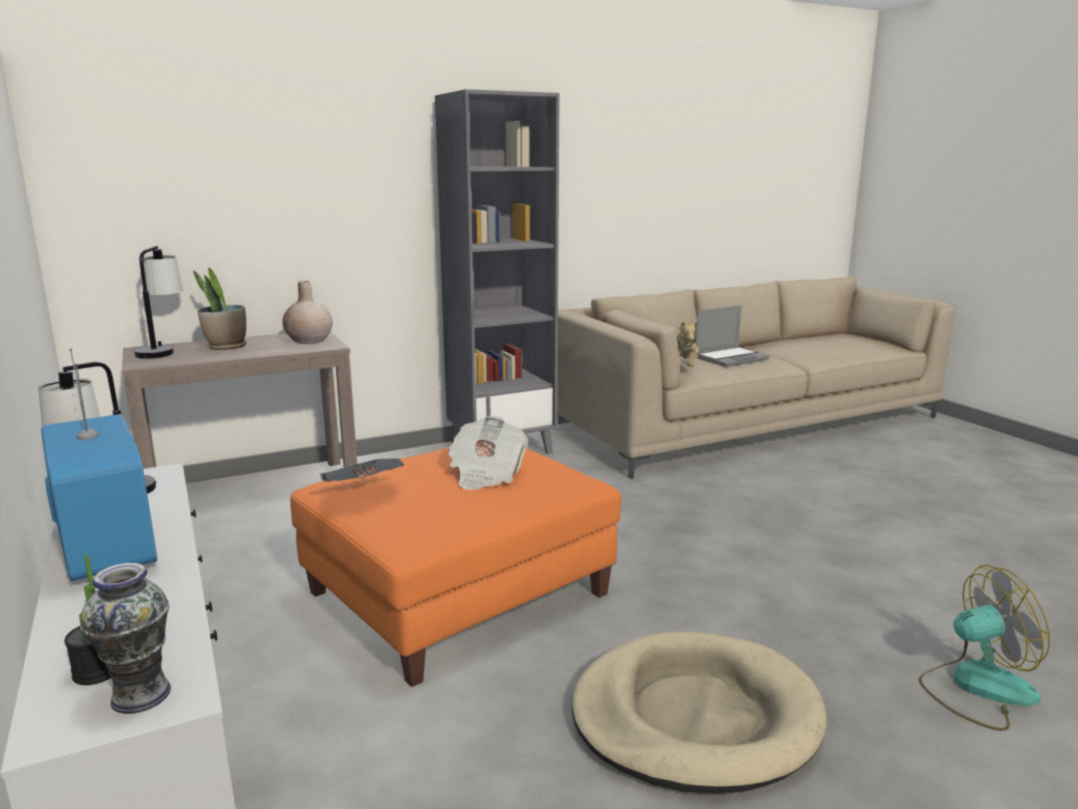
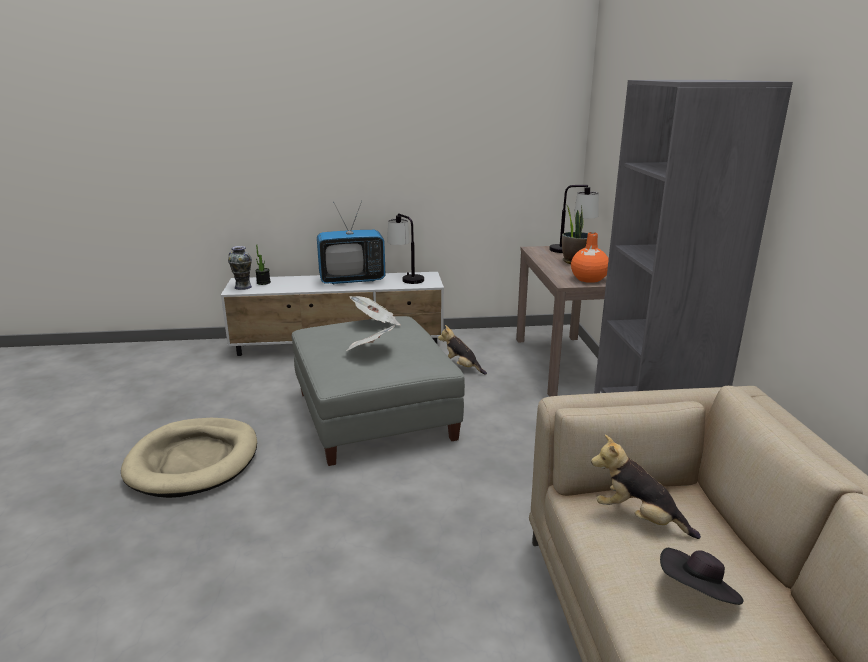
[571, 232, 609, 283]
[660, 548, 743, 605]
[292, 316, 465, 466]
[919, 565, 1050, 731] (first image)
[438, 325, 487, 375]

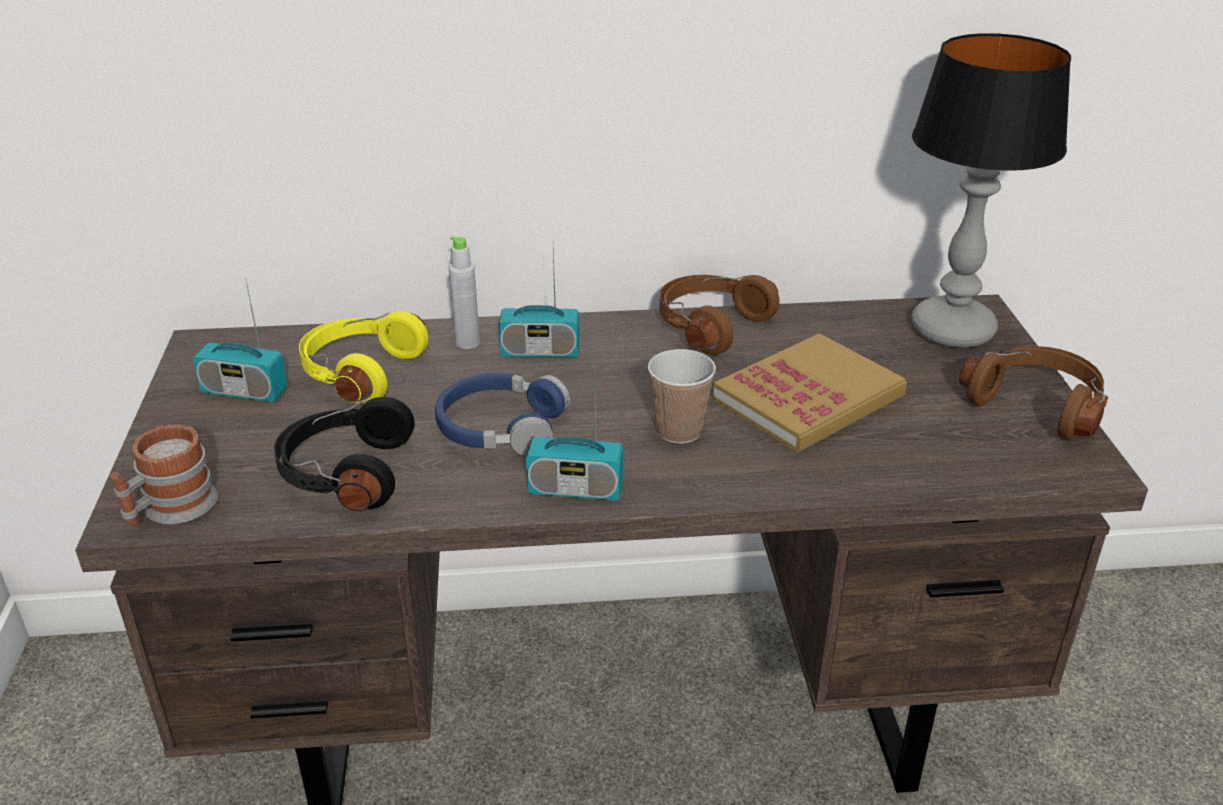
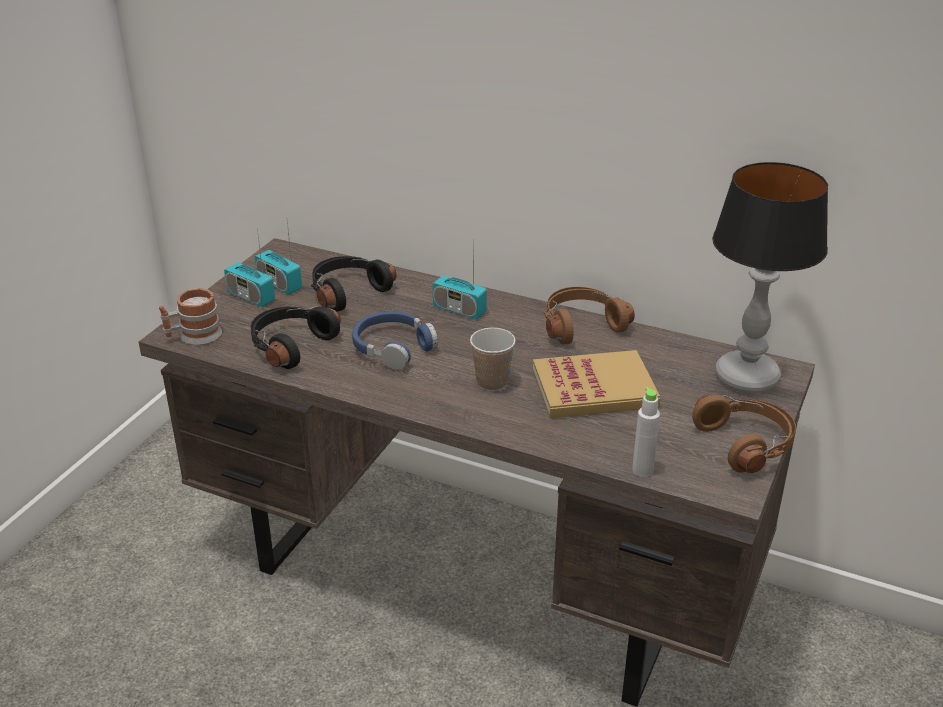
[632, 387, 660, 477]
[311, 256, 396, 312]
[224, 229, 275, 307]

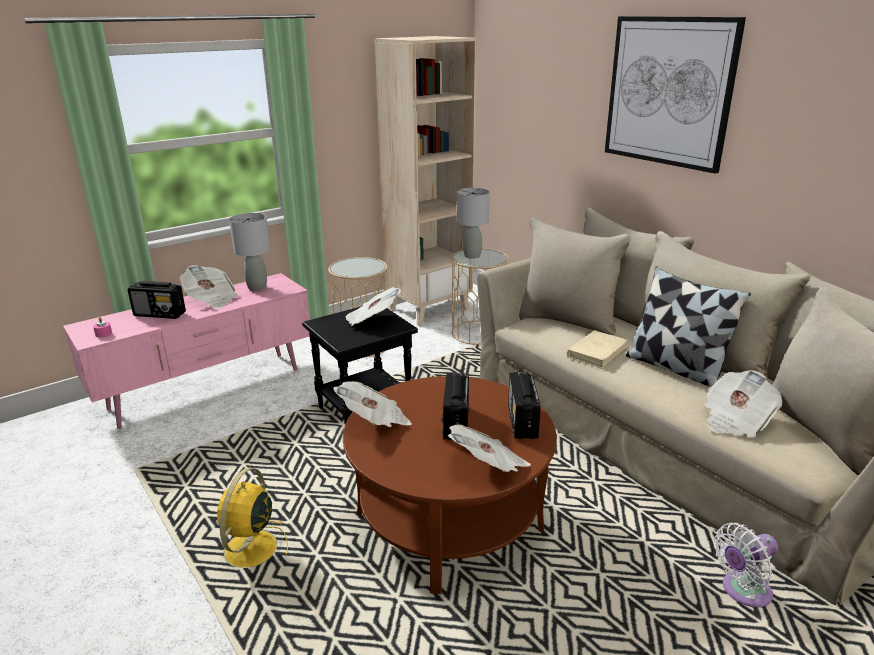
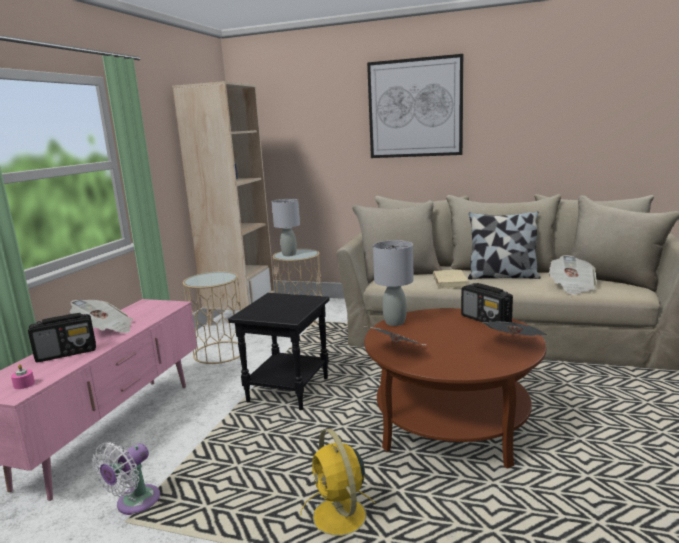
[373, 240, 414, 326]
[346, 287, 401, 326] (first image)
[441, 373, 469, 440] (first image)
[92, 442, 160, 515]

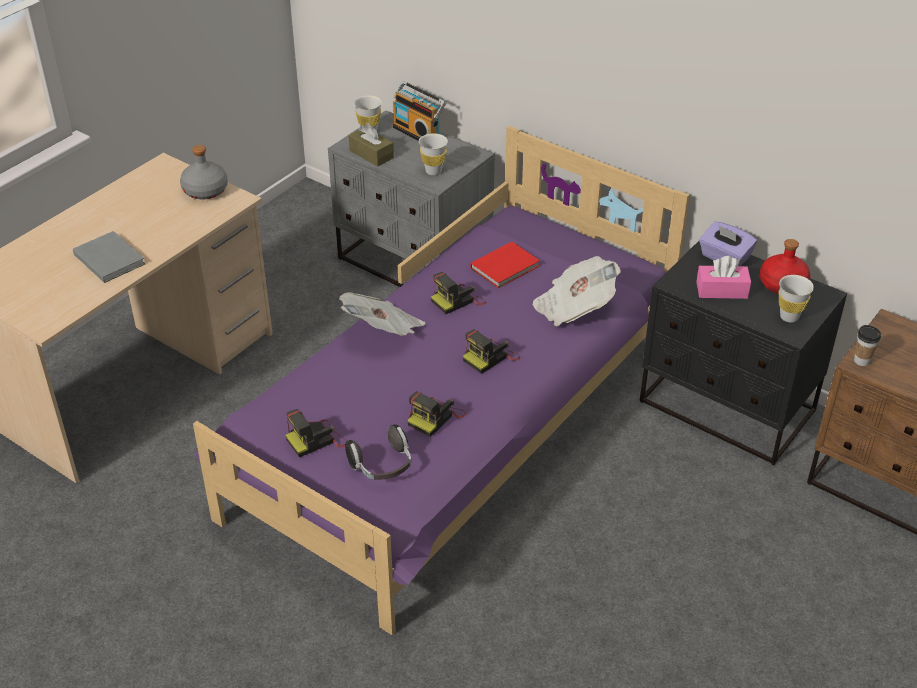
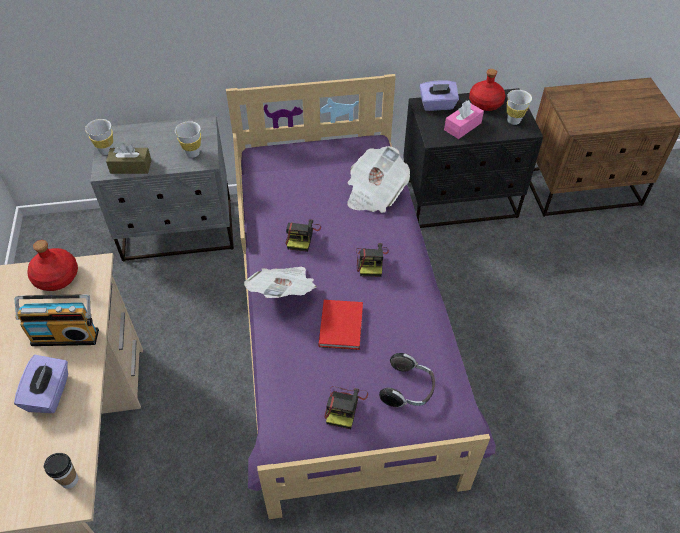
[14, 294, 99, 346]
[28, 240, 78, 291]
[14, 355, 68, 413]
[318, 300, 363, 350]
[44, 453, 78, 489]
[407, 391, 466, 437] (first image)

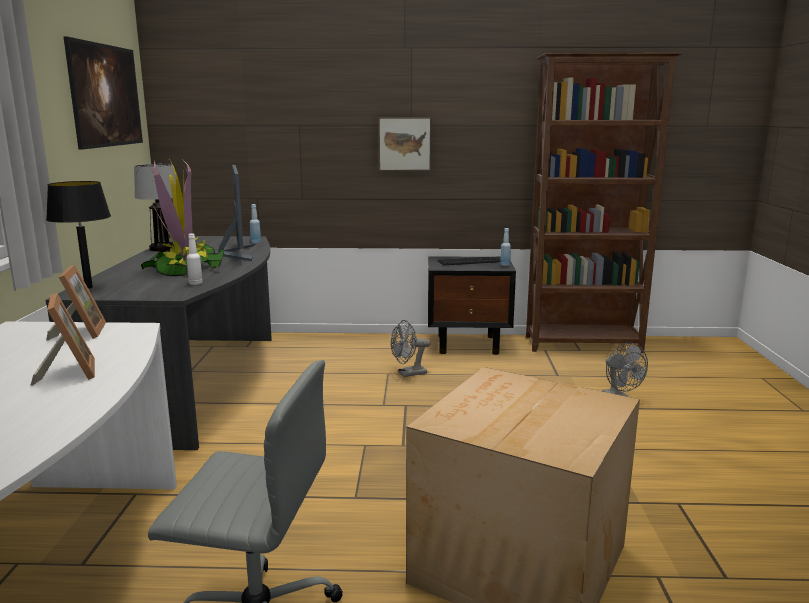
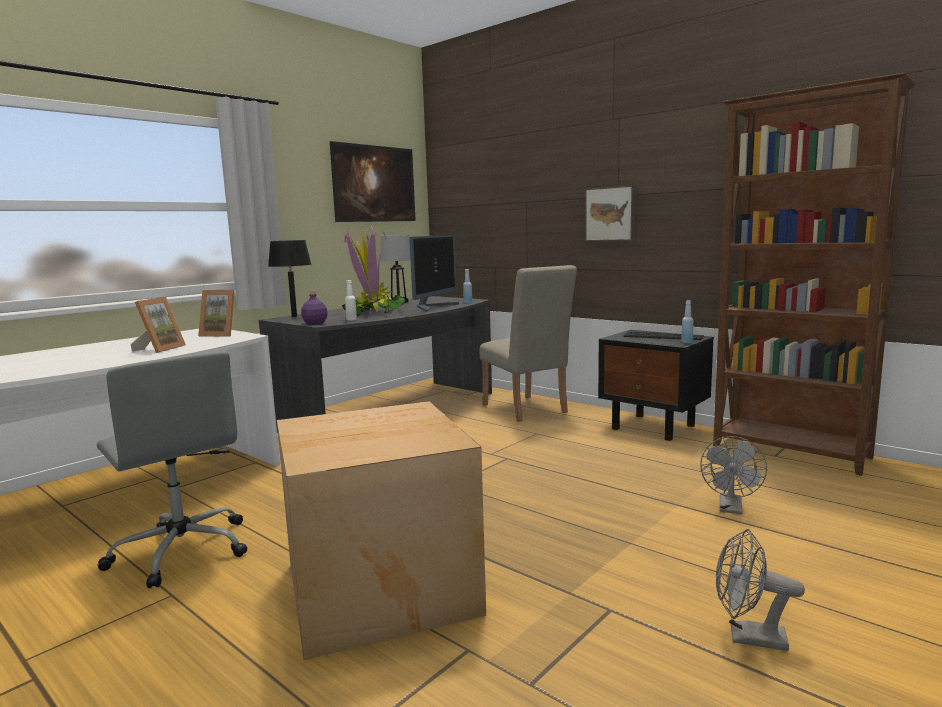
[198, 290, 235, 337]
[716, 529, 805, 651]
[480, 265, 577, 422]
[301, 291, 328, 325]

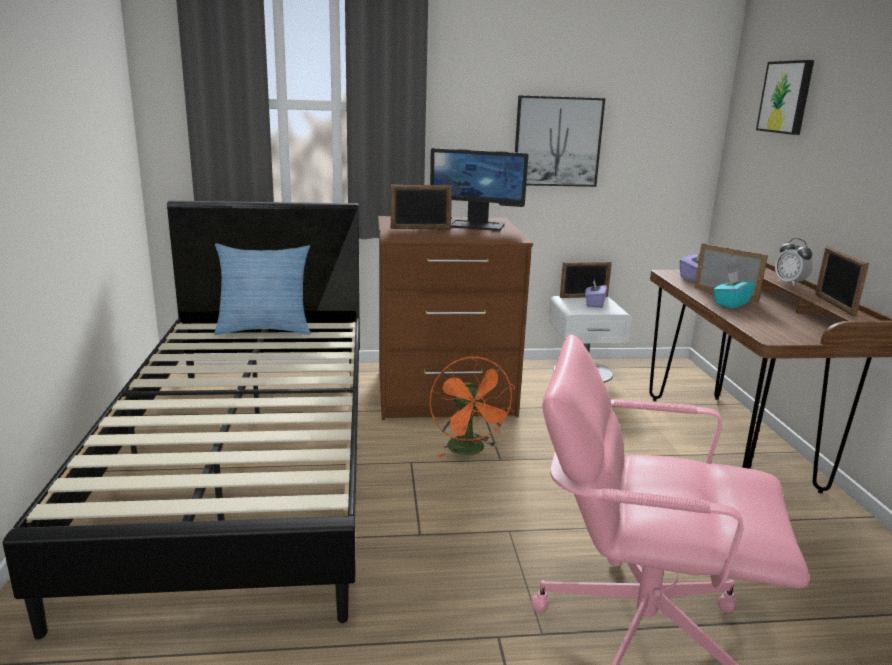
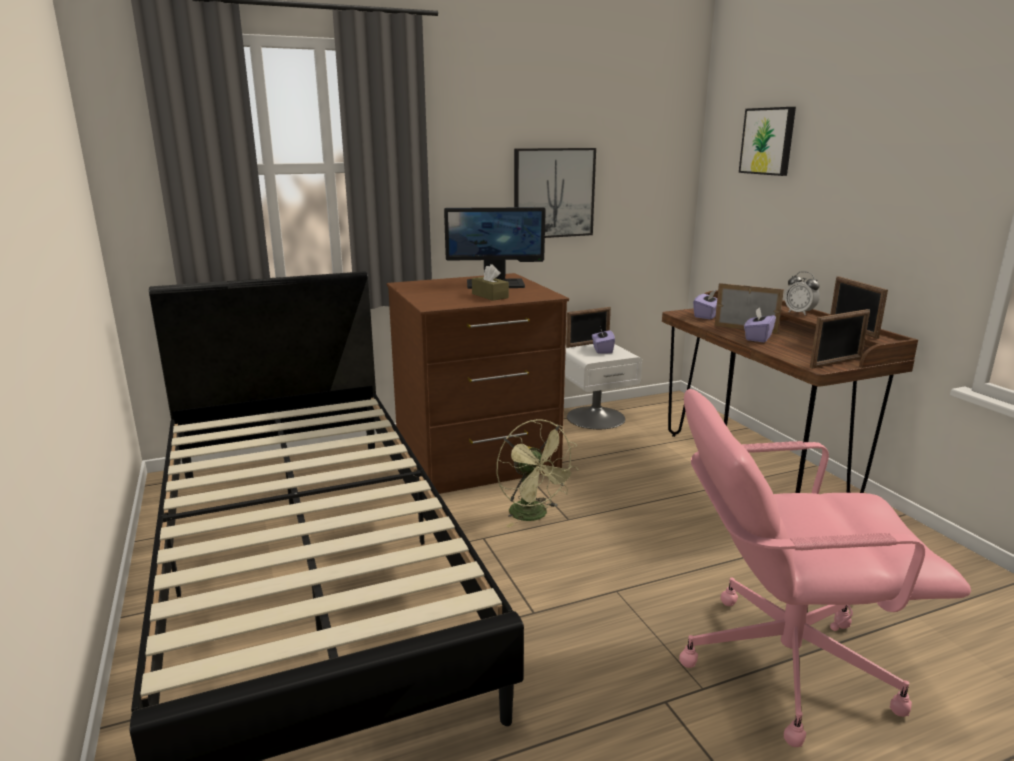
[810, 309, 870, 369]
[214, 243, 311, 335] (first image)
[744, 307, 776, 342]
[496, 419, 578, 528]
[472, 264, 509, 301]

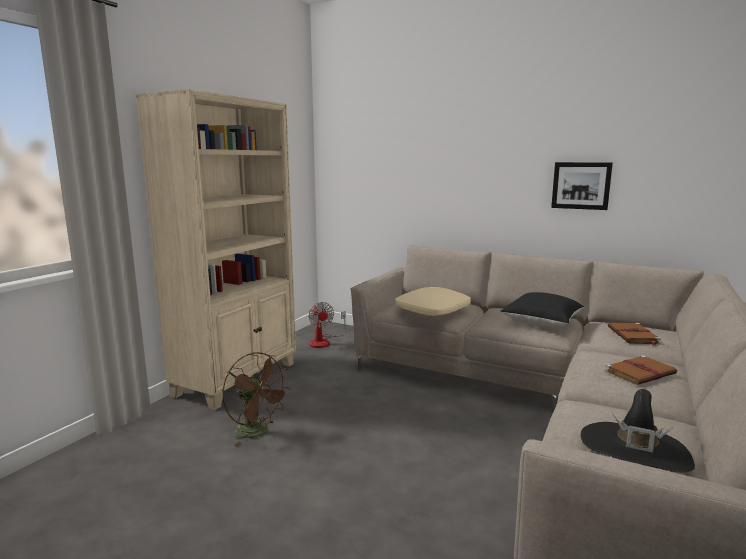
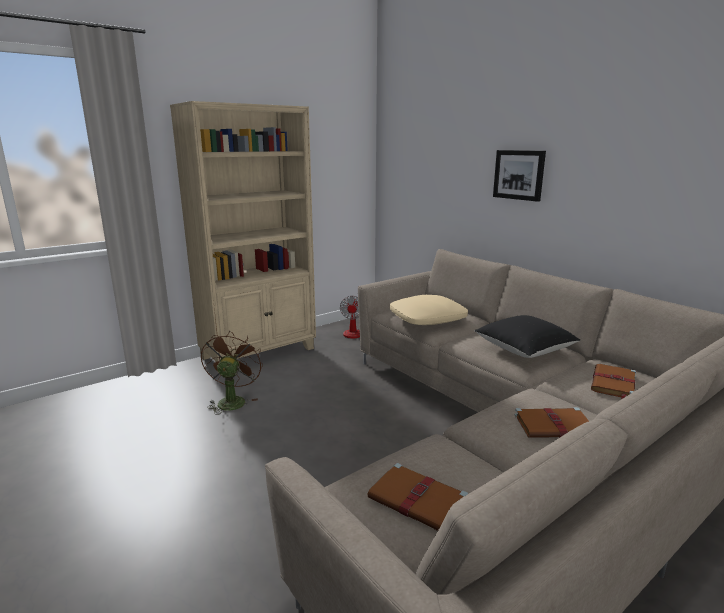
[493, 150, 546, 202]
[201, 331, 263, 415]
[367, 463, 468, 531]

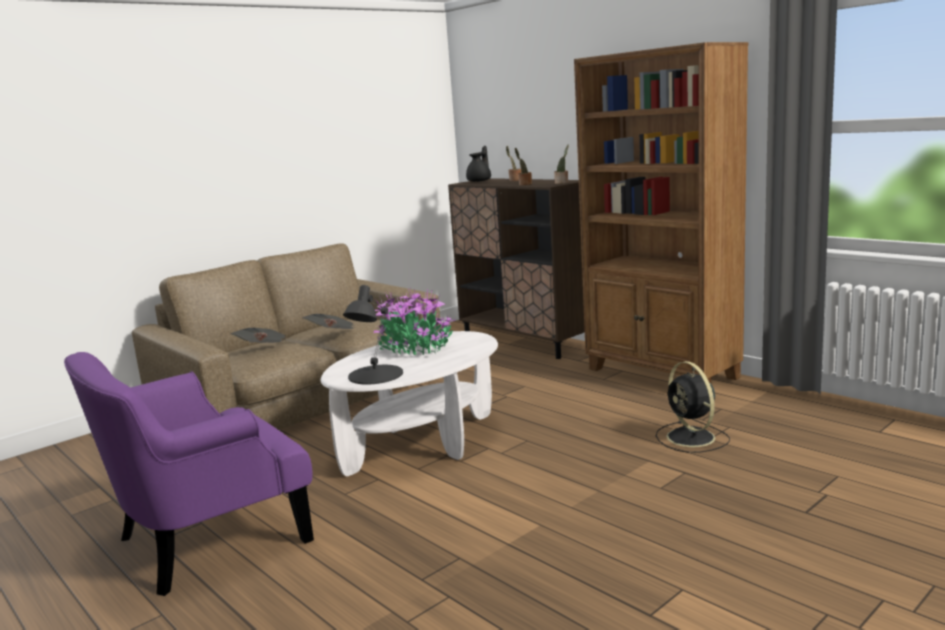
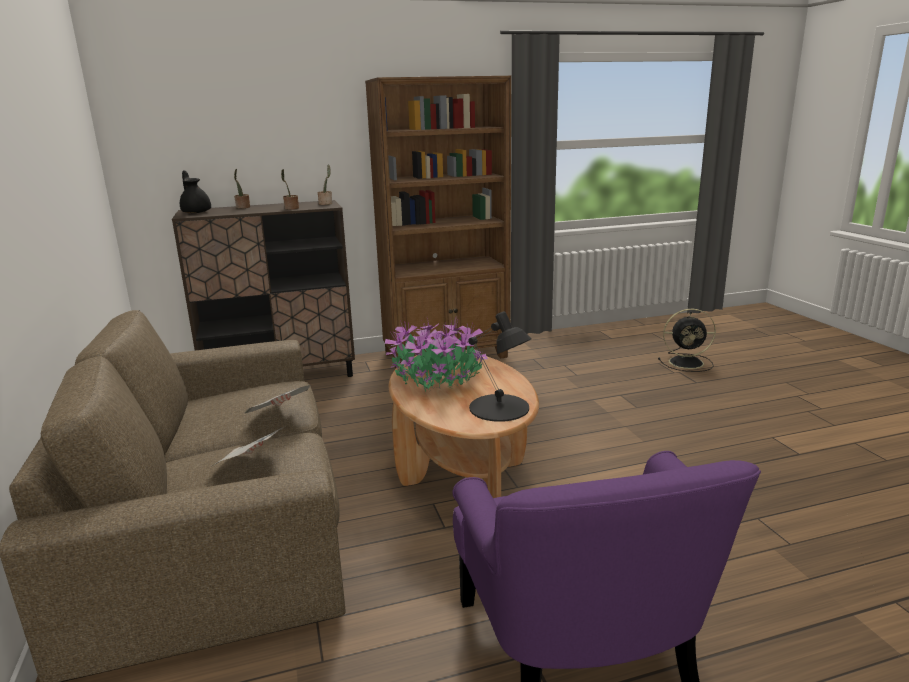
[389, 355, 539, 498]
[658, 309, 716, 372]

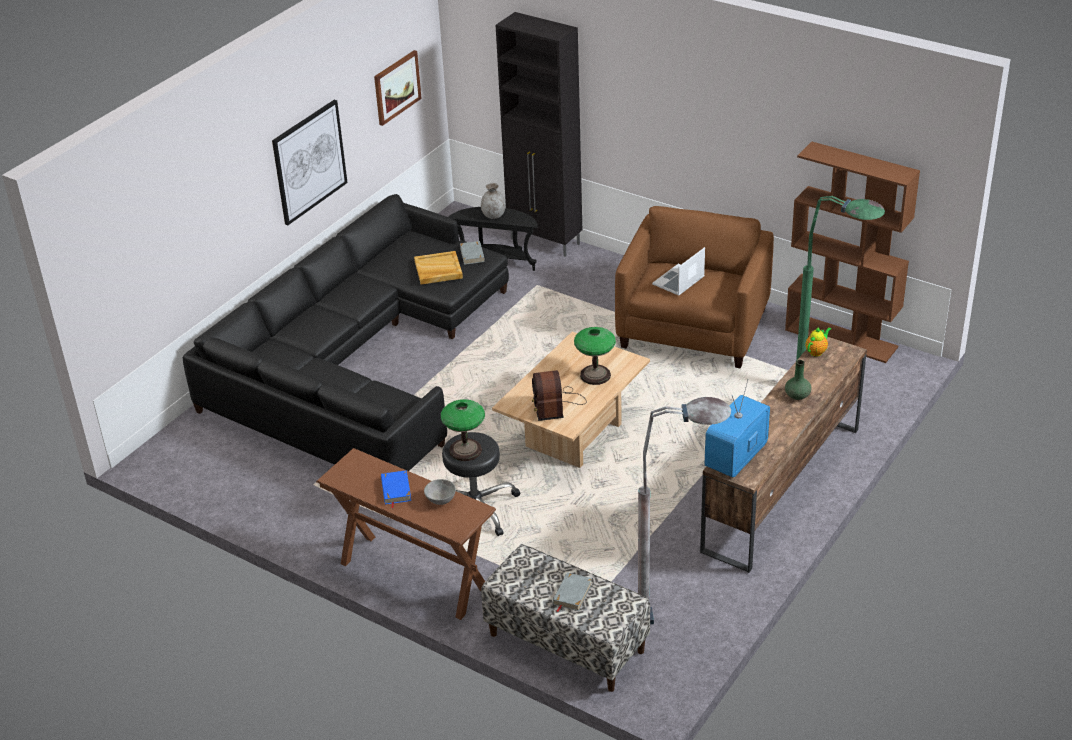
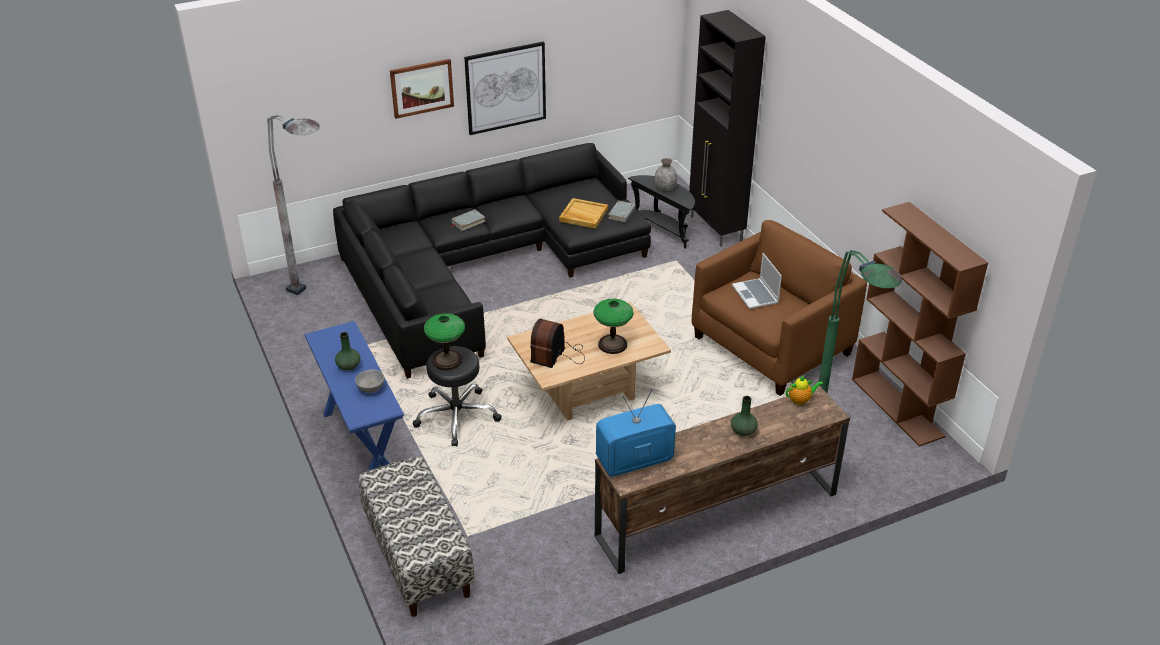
[390, 59, 454, 119]
[732, 253, 782, 309]
[267, 115, 320, 295]
[304, 321, 404, 471]
[335, 332, 361, 371]
[450, 209, 486, 231]

